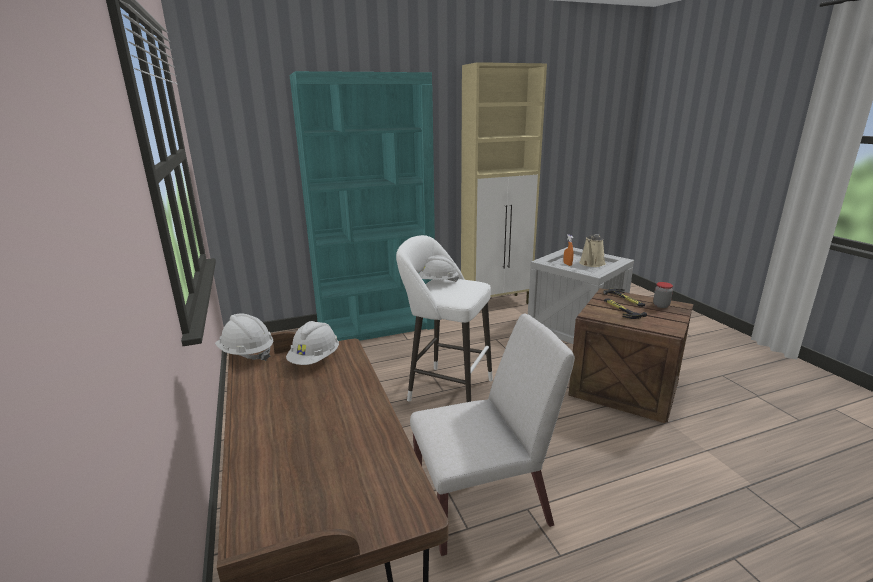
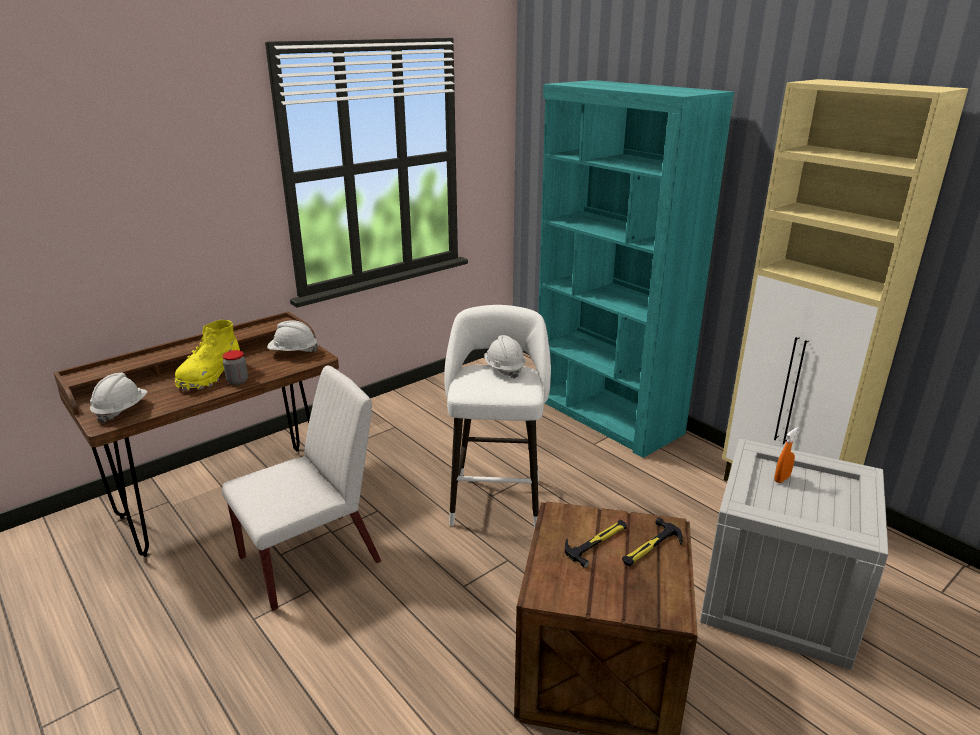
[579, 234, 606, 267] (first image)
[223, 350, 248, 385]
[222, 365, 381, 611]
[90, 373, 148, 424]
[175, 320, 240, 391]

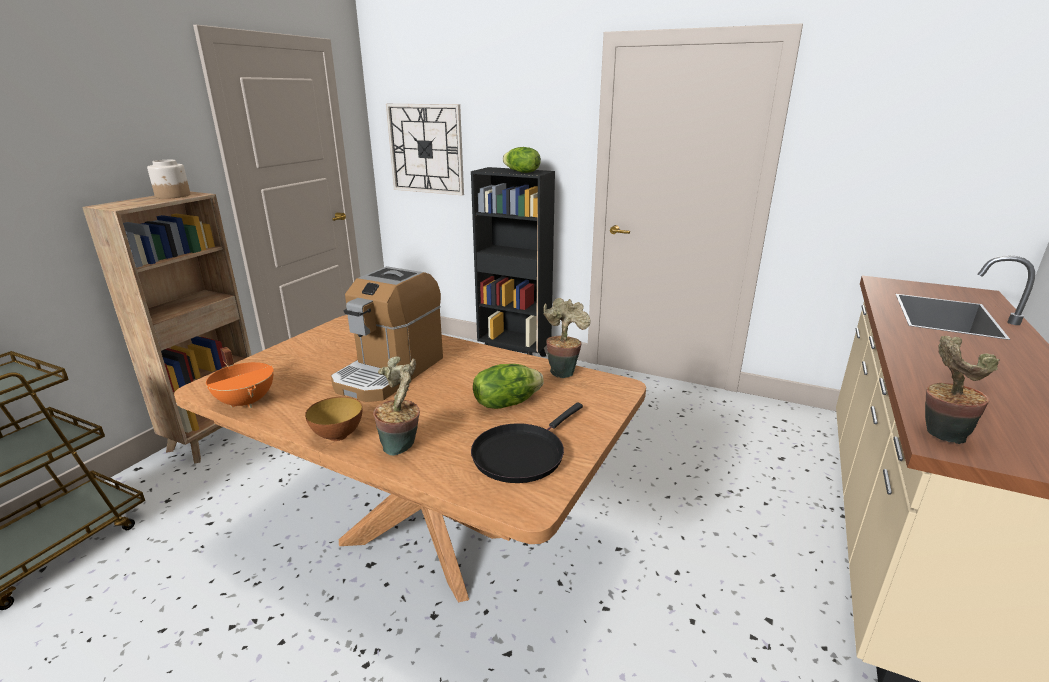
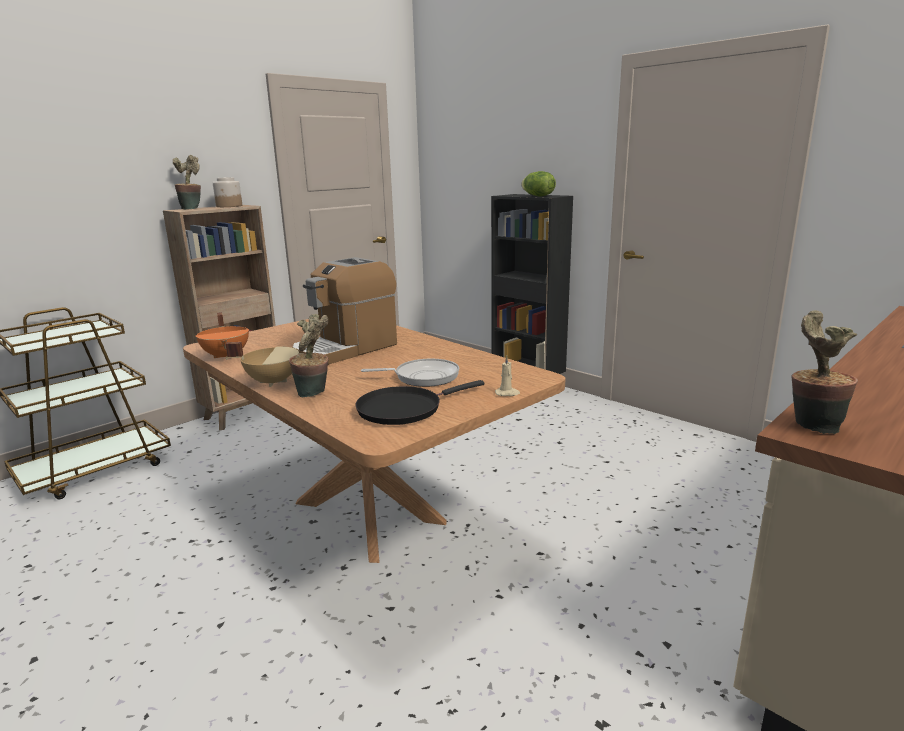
[386, 104, 464, 195] (first image)
[173, 155, 201, 210]
[361, 359, 459, 387]
[226, 342, 302, 387]
[495, 355, 520, 396]

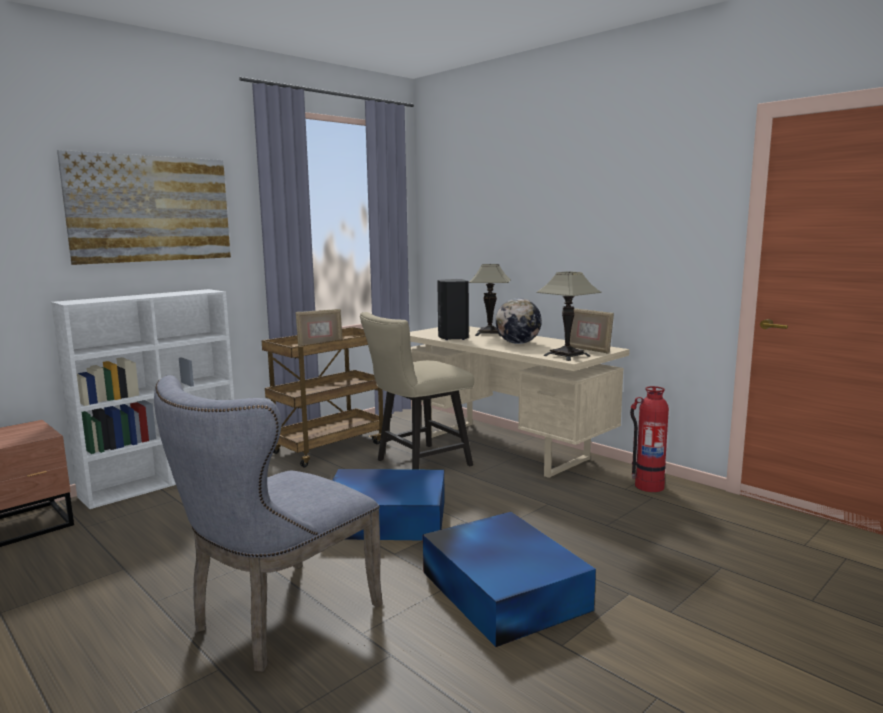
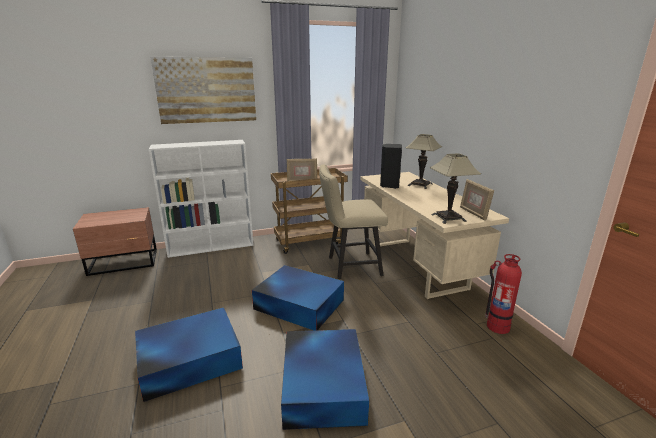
[496, 298, 542, 344] (first image)
[135, 308, 243, 402]

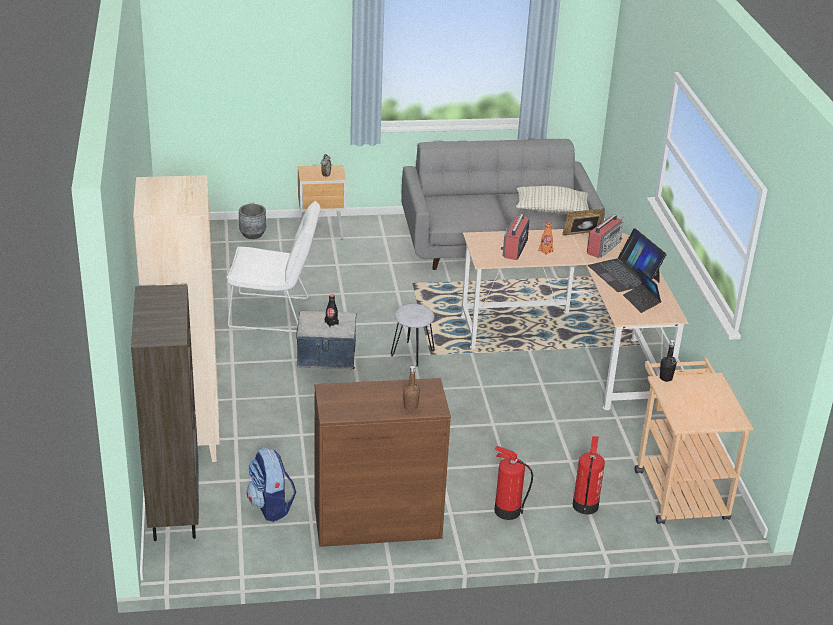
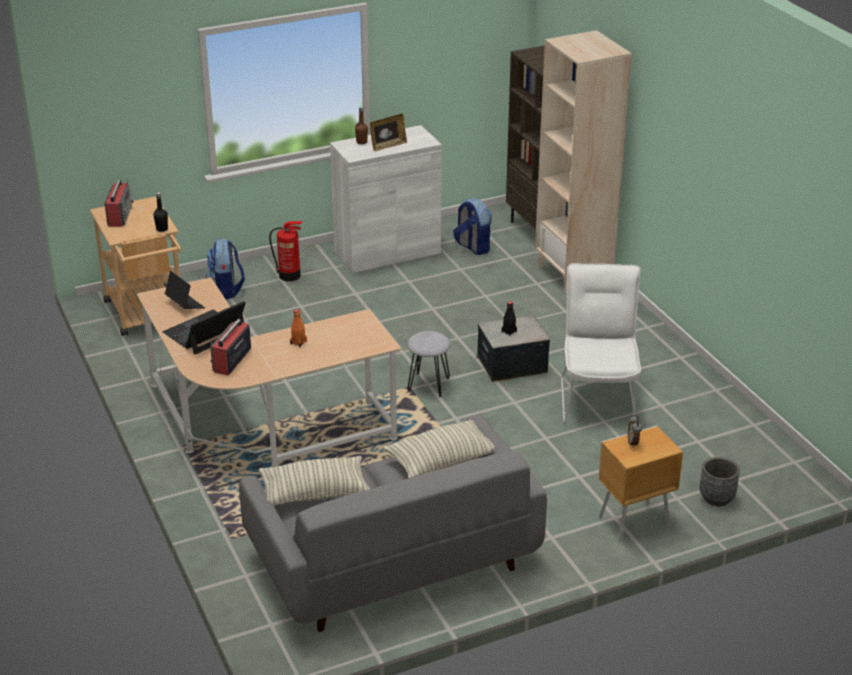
[561, 263, 641, 424]
[370, 114, 407, 151]
[105, 179, 134, 227]
[163, 301, 246, 355]
[330, 125, 442, 273]
[205, 238, 245, 299]
[384, 420, 494, 478]

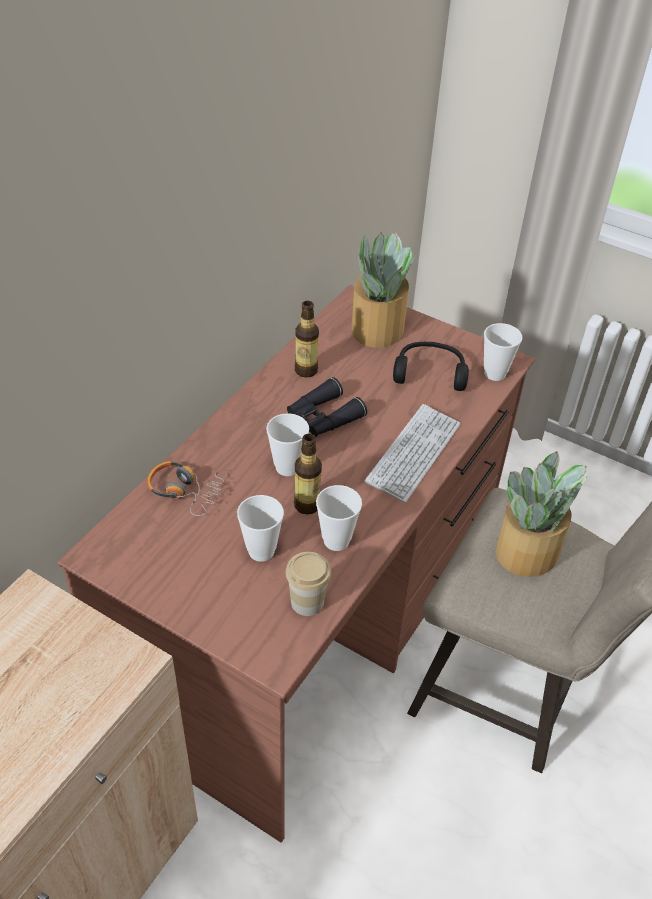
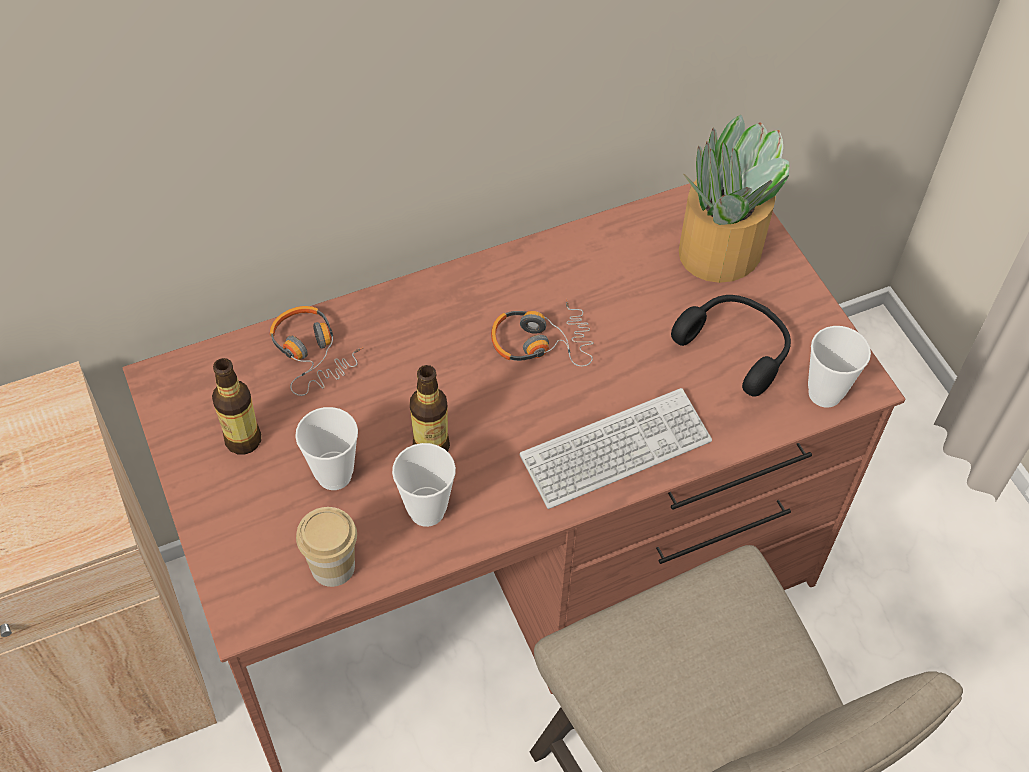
[212, 358, 261, 455]
[491, 299, 594, 367]
[266, 413, 309, 476] (first image)
[496, 451, 587, 577] (first image)

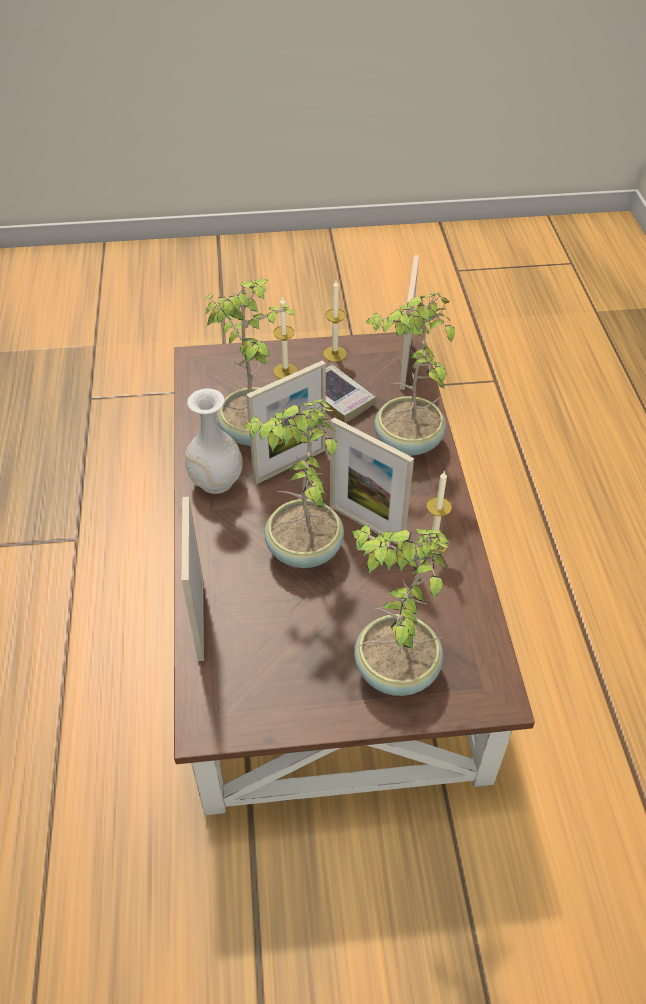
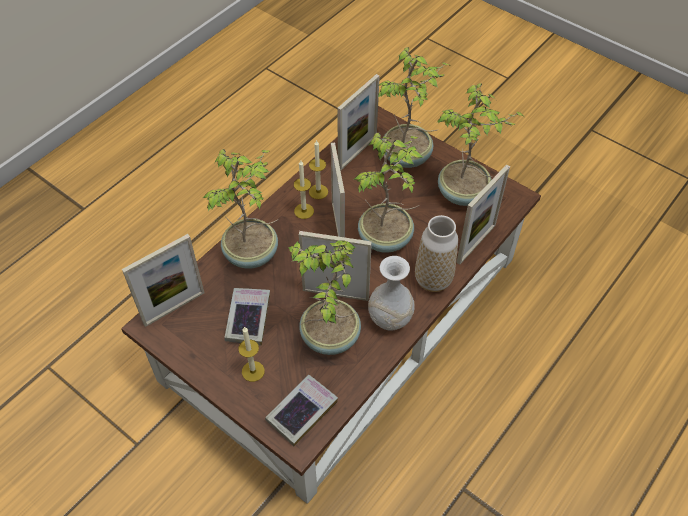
[294, 160, 314, 219]
[337, 74, 380, 170]
[436, 83, 523, 206]
[415, 215, 458, 292]
[265, 375, 338, 446]

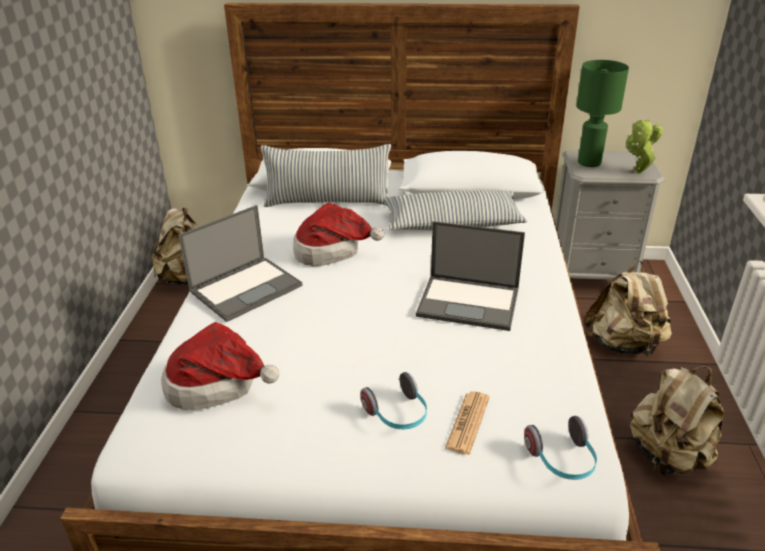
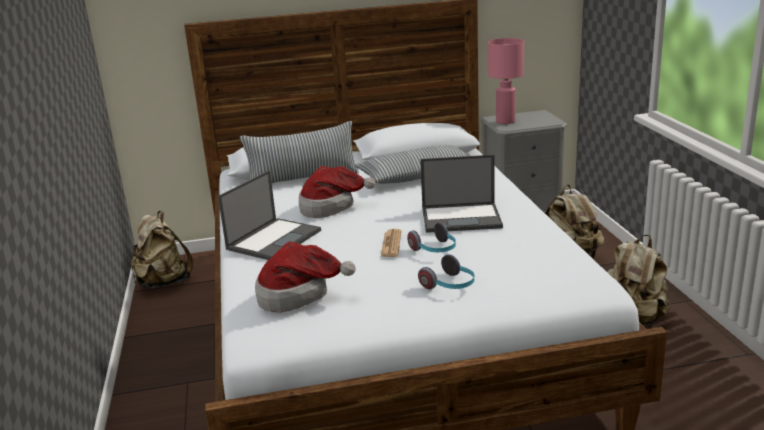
[488, 38, 524, 124]
[625, 119, 663, 174] (first image)
[381, 229, 401, 257]
[407, 222, 456, 252]

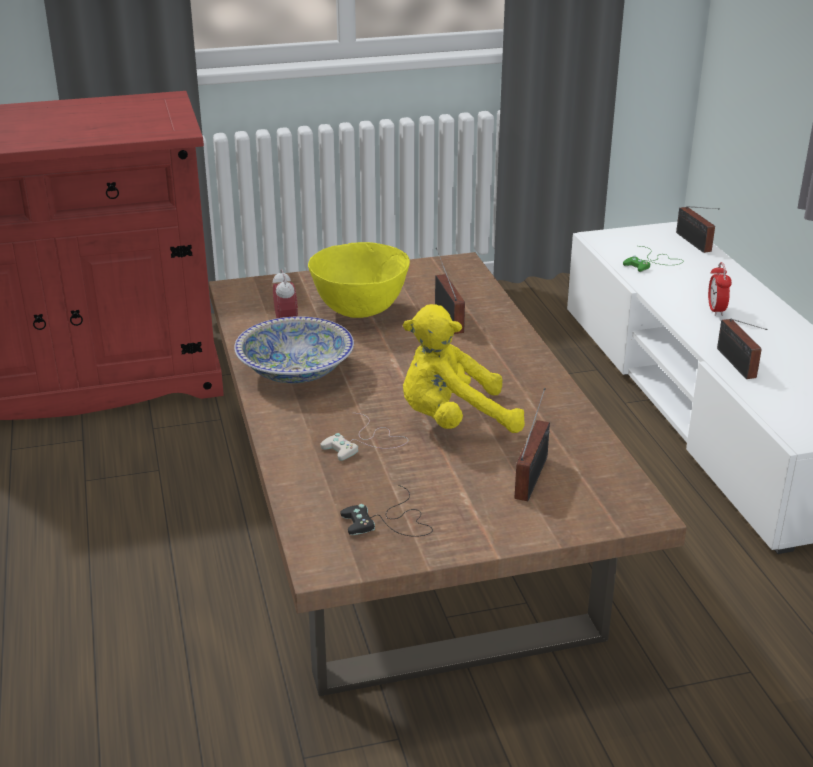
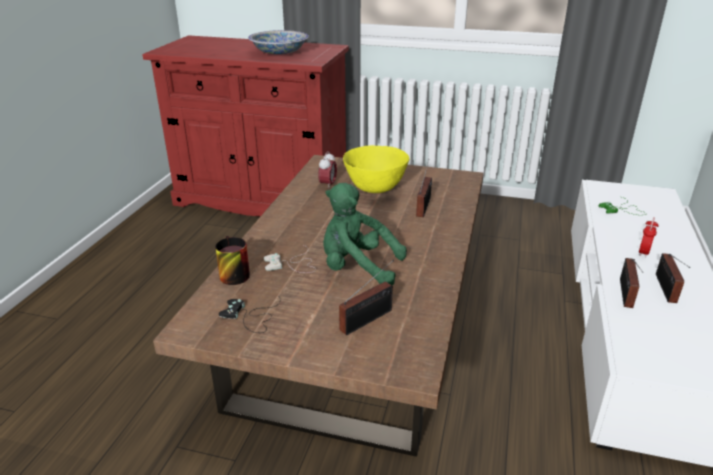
[656, 253, 690, 303]
[323, 183, 407, 286]
[248, 30, 309, 54]
[215, 236, 250, 285]

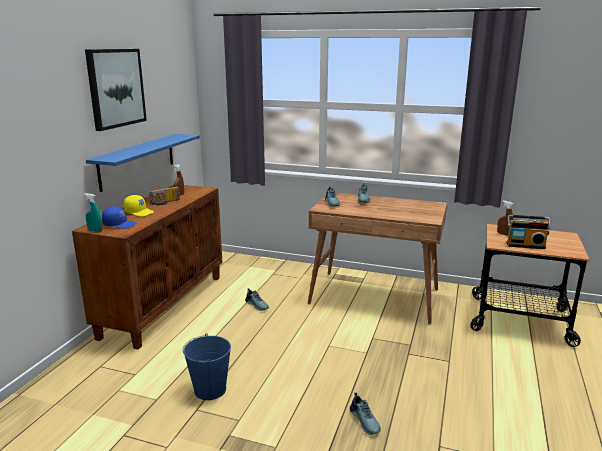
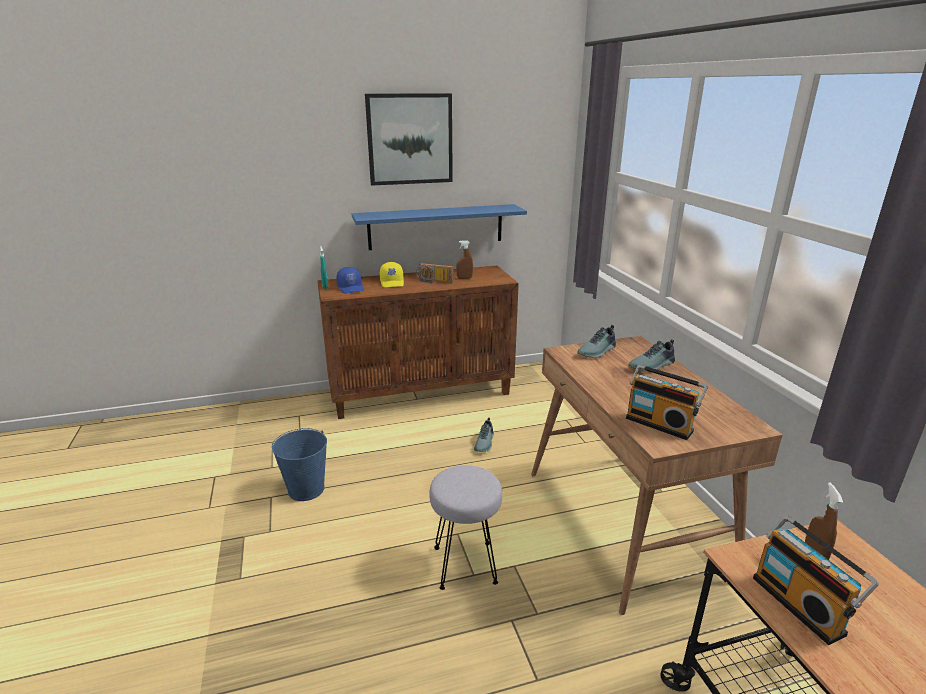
[350, 392, 381, 435] (first image)
[626, 365, 707, 440]
[429, 465, 502, 590]

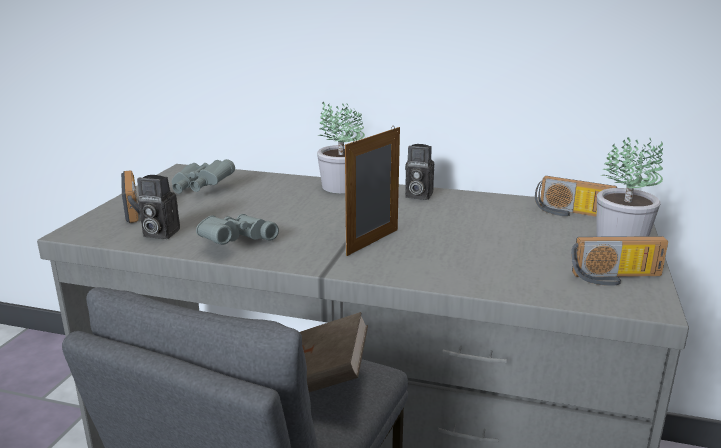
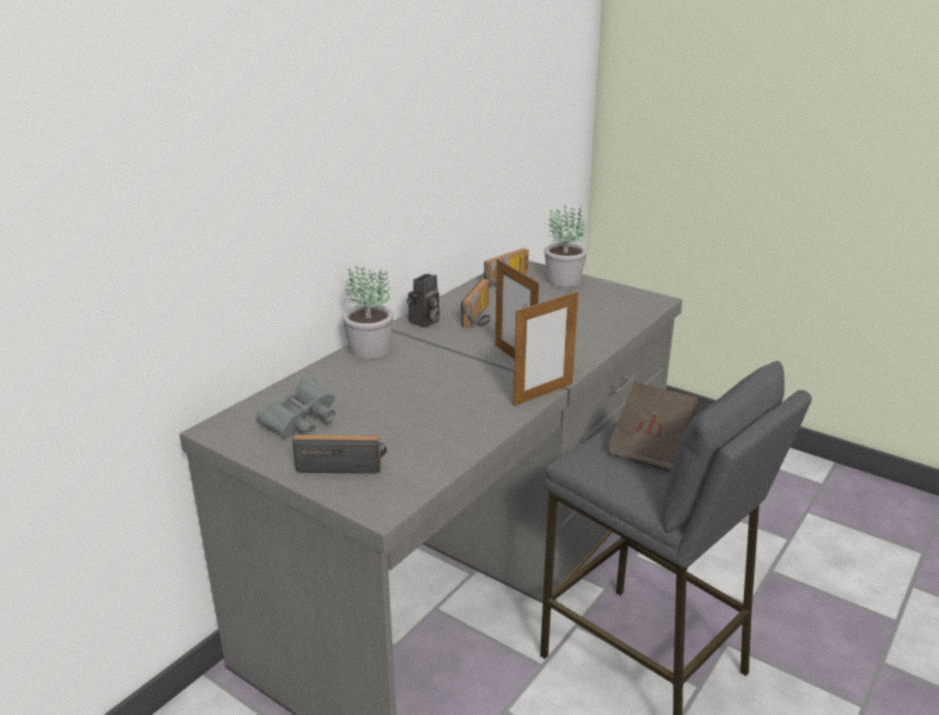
[137, 175, 180, 239] (first image)
[196, 214, 279, 245] (first image)
[461, 279, 490, 328]
[513, 291, 578, 406]

